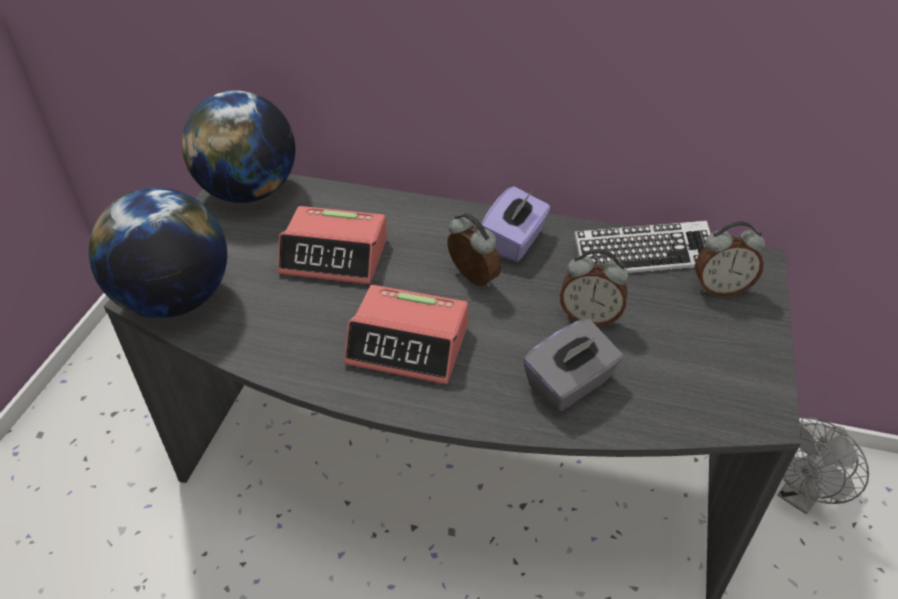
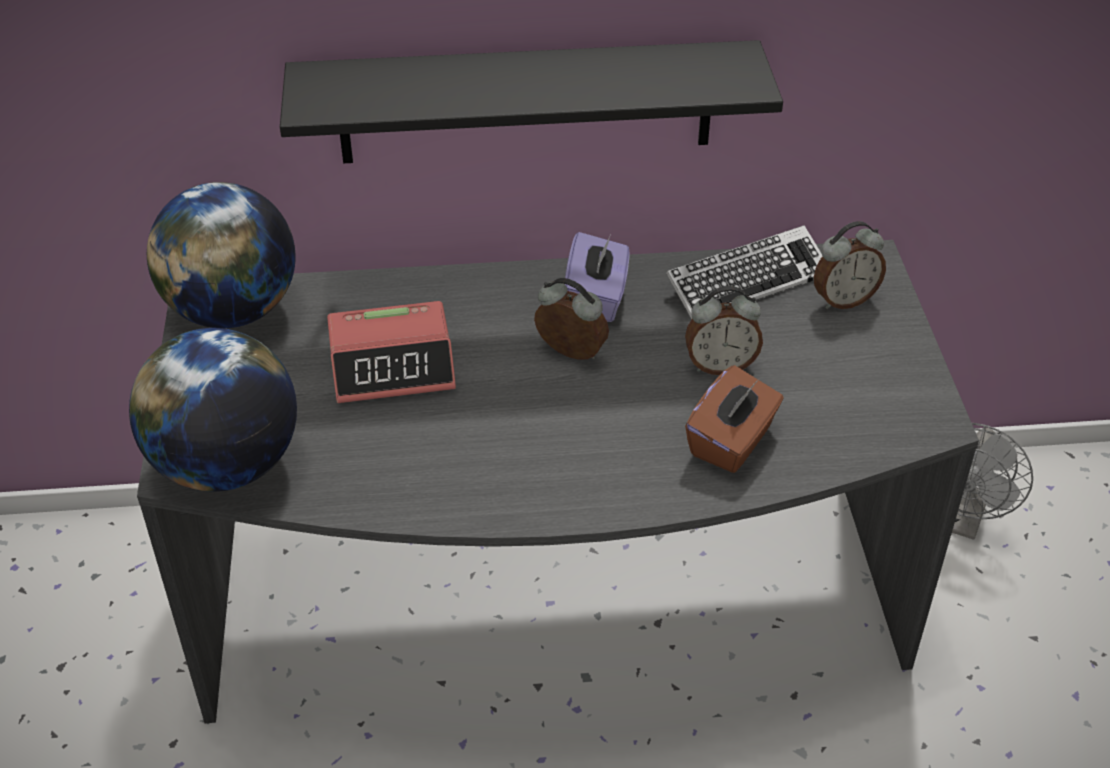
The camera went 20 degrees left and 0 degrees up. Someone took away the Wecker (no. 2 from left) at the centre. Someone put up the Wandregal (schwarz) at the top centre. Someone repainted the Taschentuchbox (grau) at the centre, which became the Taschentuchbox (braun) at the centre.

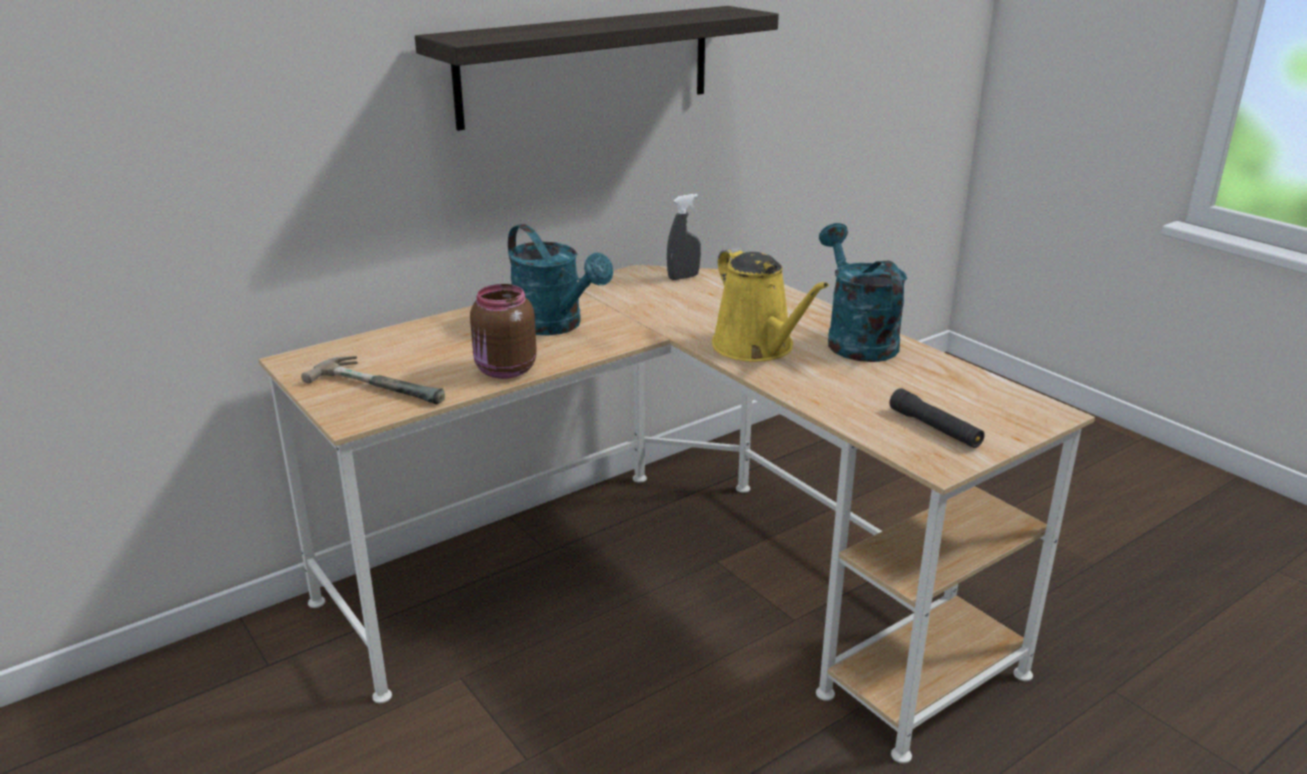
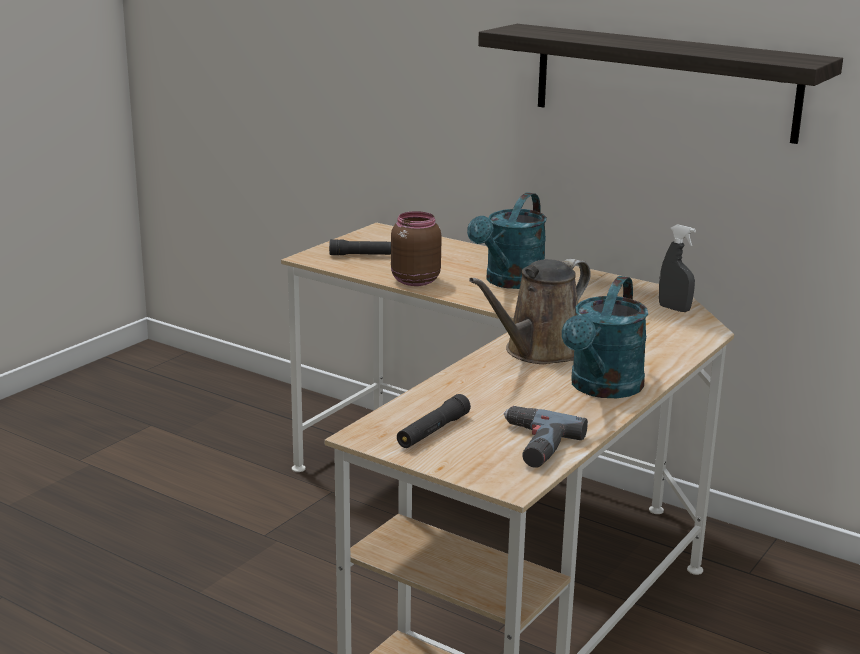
The camera went 70 degrees right and 5 degrees down. Someone put down the Bohrmaschine at the bottom centre. Someone swapped the Hammer at the middle left for the Taschenlampe (schwarz) (no. 1 from left) at the centre. Someone repainted the Gießkanne (gelb) at the centre, which became the Gießkanne (braun) at the centre. Someone rotated the Gießkanne (türkis) (no. 2 from left) at the centre by 150 degrees clockwise.

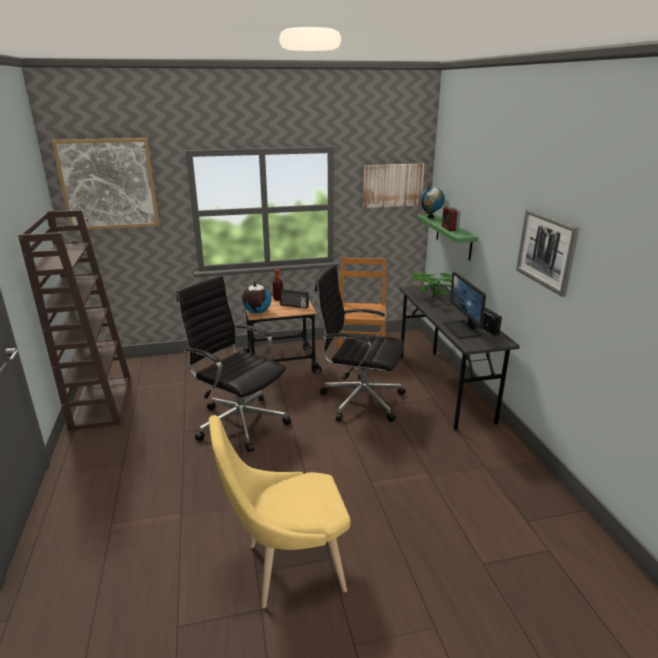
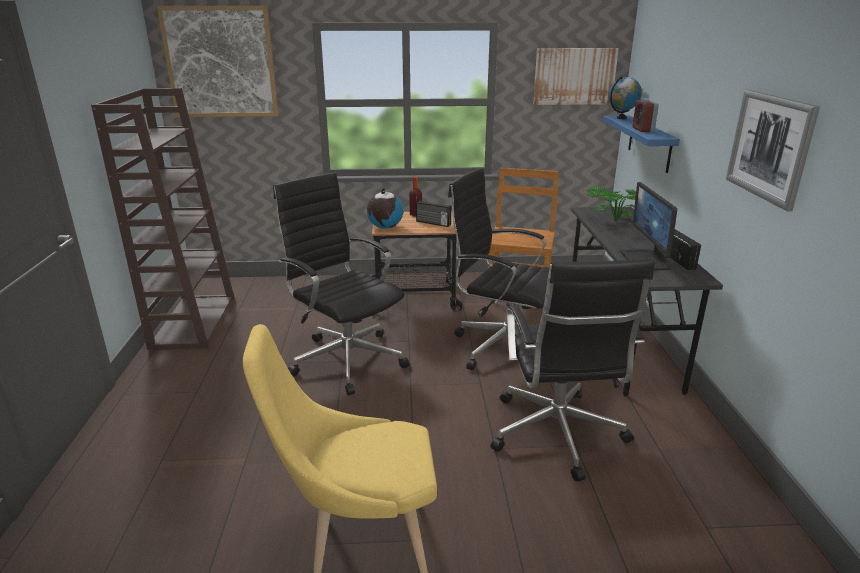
The camera went 10 degrees right and 0 degrees up. Someone put down the Bürostuhl (schwarz) (no. 3 from left) at the centre. Someone repainted the Wandregal (grün) at the middle right, which became the Wandregal (blau) at the top right.

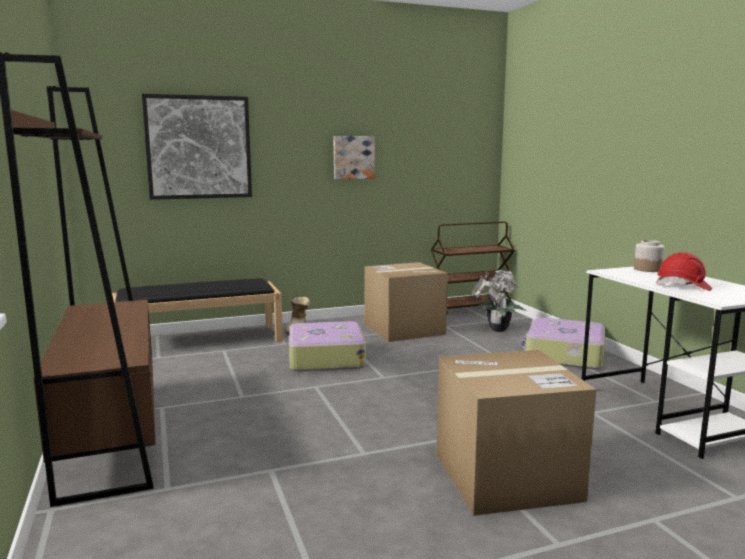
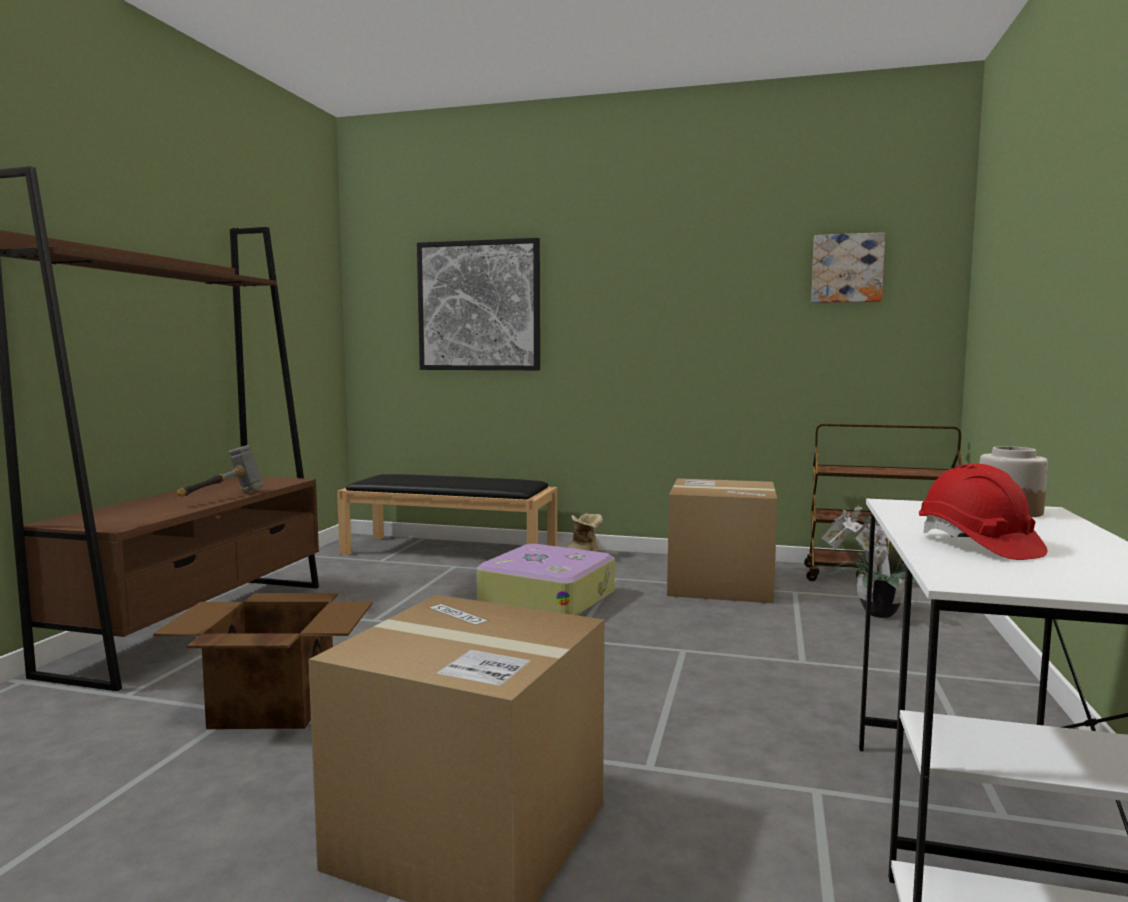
The camera went 35 degrees right and 5 degrees down. Someone took away the Koffer (no. 2 from left) at the middle right. Someone put down the Karton (no. 1 from left) at the bottom left. Someone put down the Hammer at the middle left. Someone carried the Bild (no. 2 from left) from the top centre to the top right.

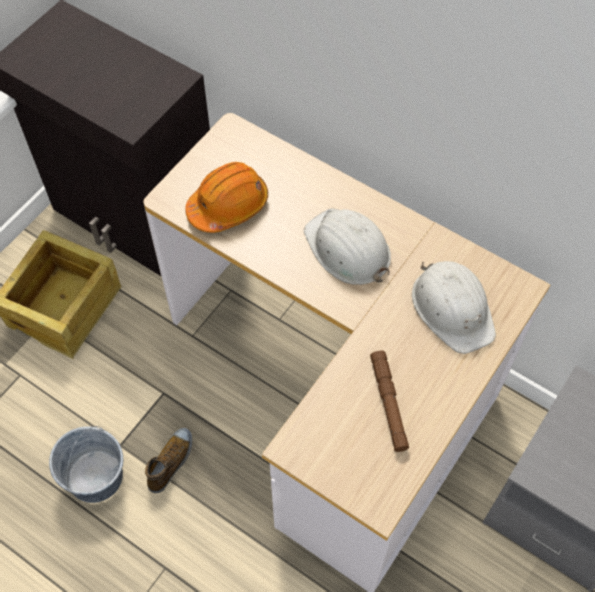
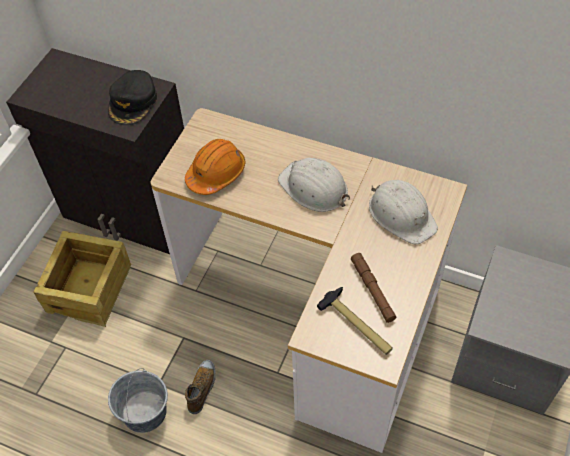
The camera went 10 degrees left and 5 degrees down. Someone put down the Kappe (schwarz) at the top left. Someone put down the Hammer at the bottom centre.

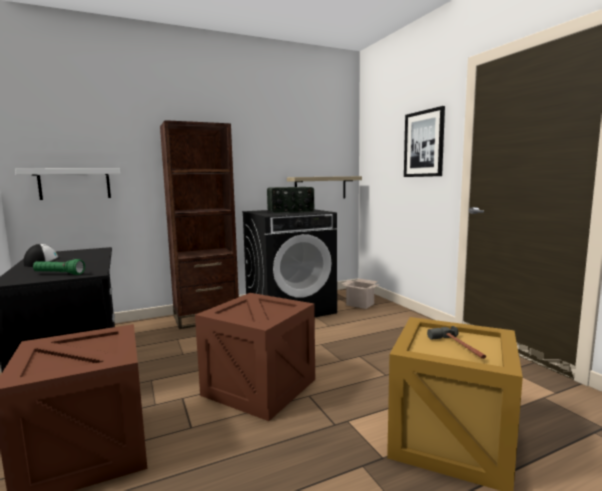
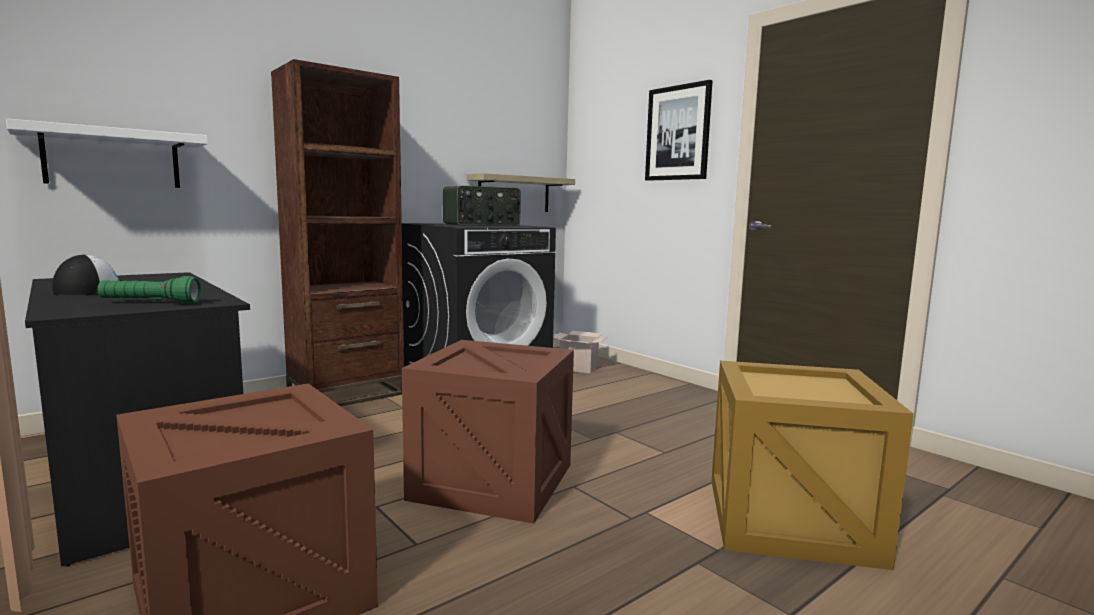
The camera went 15 degrees left and 0 degrees up. Someone took away the Hammer at the bottom right.

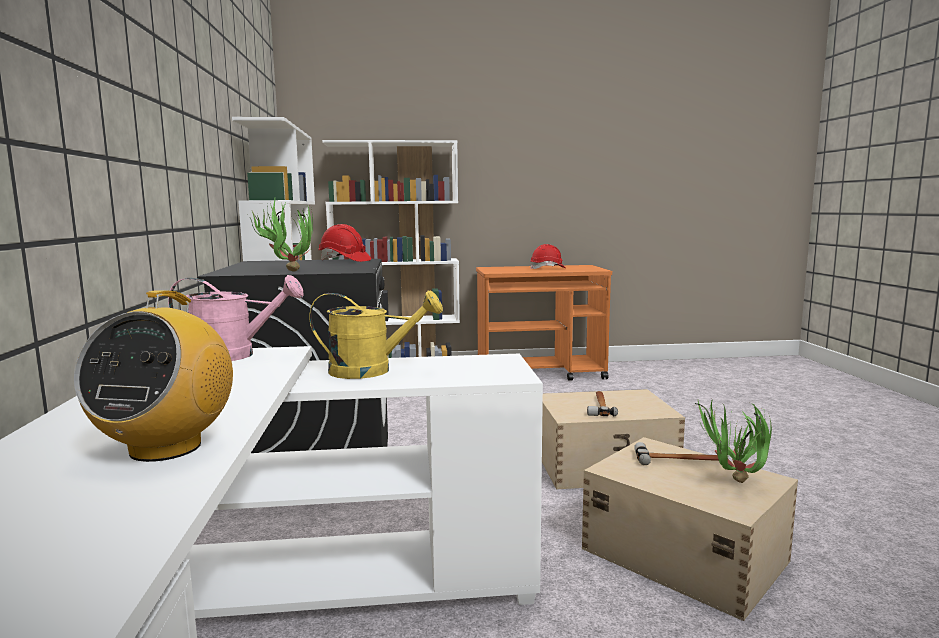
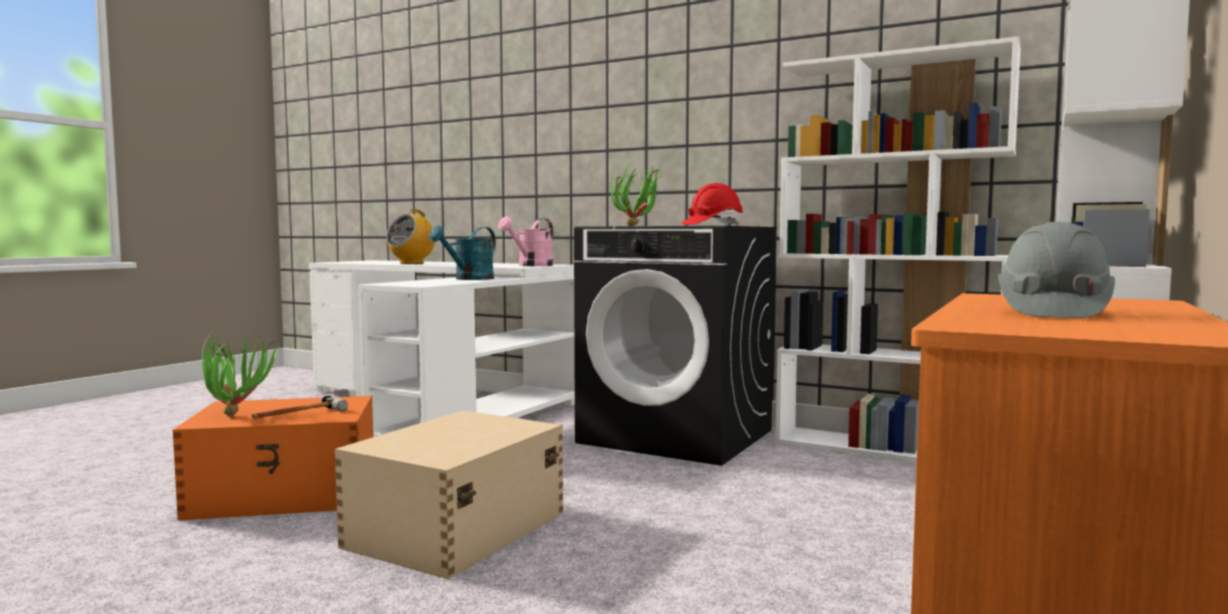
The camera went 125 degrees right and 5 degrees down. Someone took away the Hammer (no. 1 from left) at the centre. Someone repainted the Gießkanne (gelb) at the centre, which became the Gießkanne (türkis) at the centre. Someone repainted the Schutzhelm (rot) (no. 2 from left) at the centre, which became the Schutzhelm (grau) at the middle right. Someone repainted the Aufbewahrungsbox (beige) (no. 2 from left) at the bottom right, which became the Aufbewahrungsbox (orange) at the bottom left. Someone rotated the Radio at the middle left by 105 degrees counterclockwise.

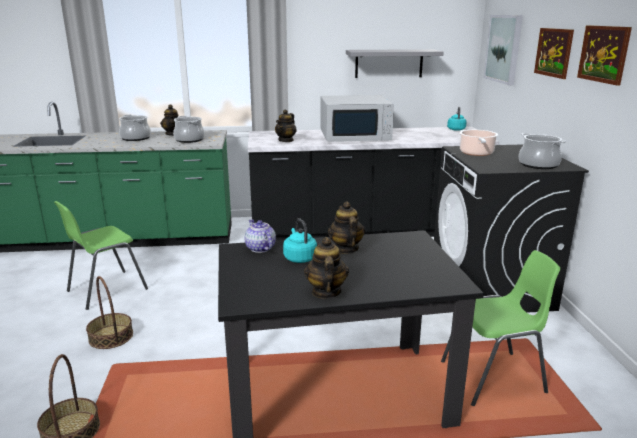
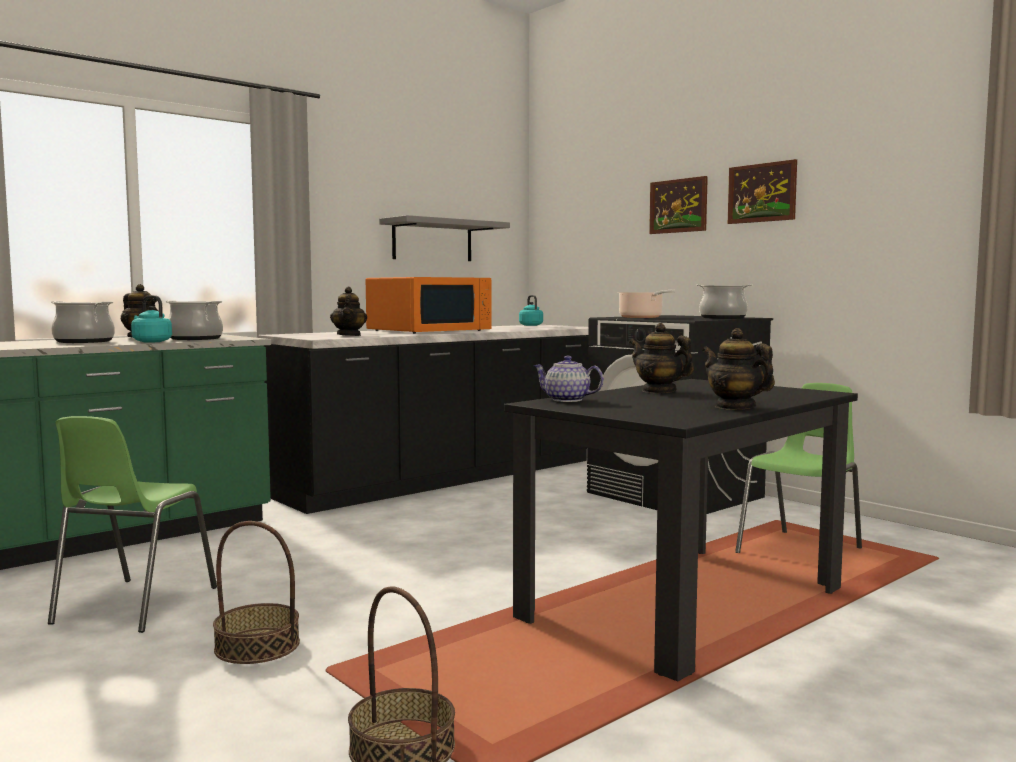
The camera went 35 degrees left and 15 degrees down. Someone took away the Bild (no. 1 from left) at the top right. Someone carried the Wasserkessel (türkis) (no. 1 from left) from the centre to the middle left. Someone repainted the Mikrowelle (weiß) at the top centre, which became the Mikrowelle (orange) at the centre.

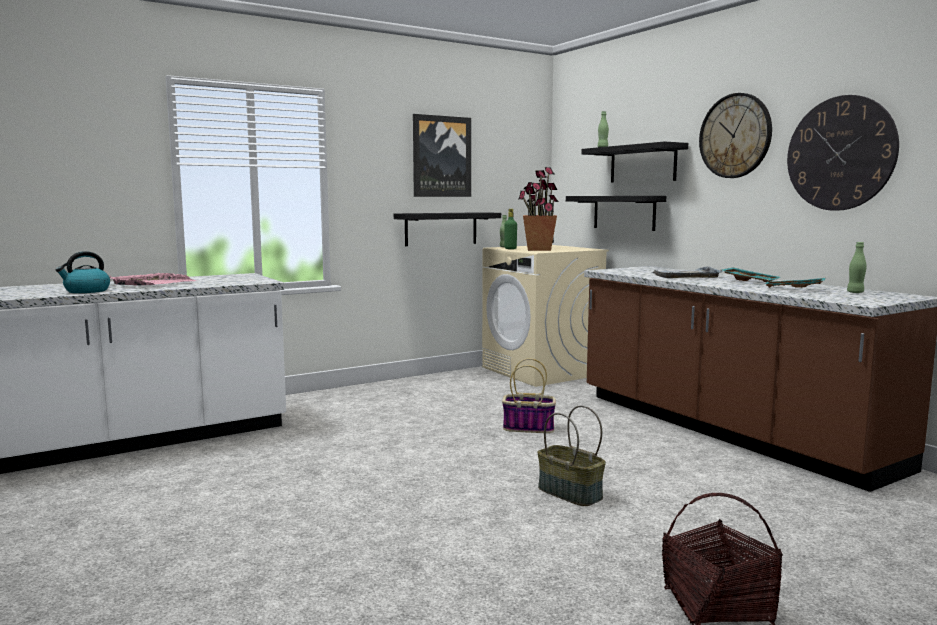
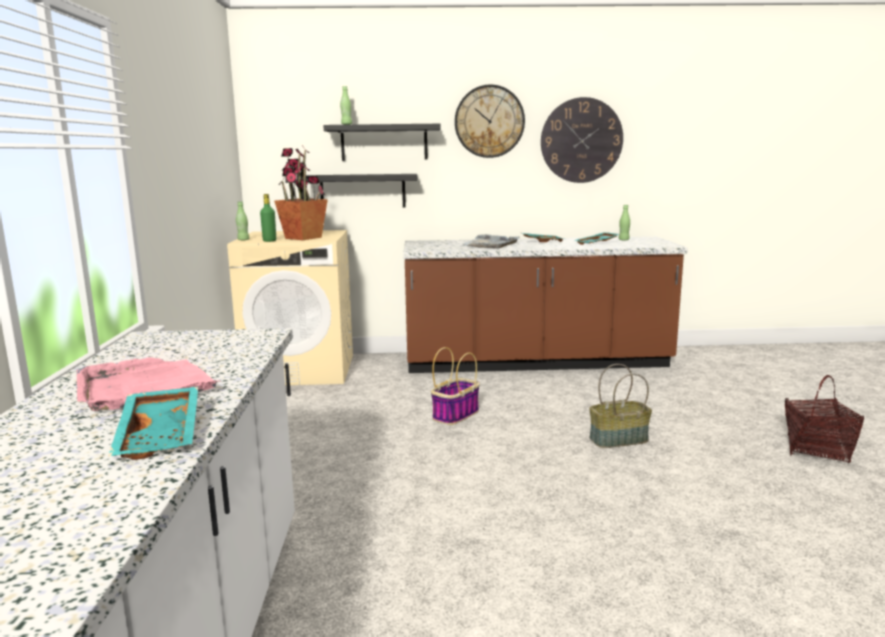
The camera went 60 degrees left and 5 degrees up. Someone took away the Wandregal (schwarz) (no. 1 from left) at the centre. Someone took away the Bild at the top centre. Someone swapped the Wasserkessel at the middle left for the Tablett (türkis) (no. 1 from left) at the middle left.

